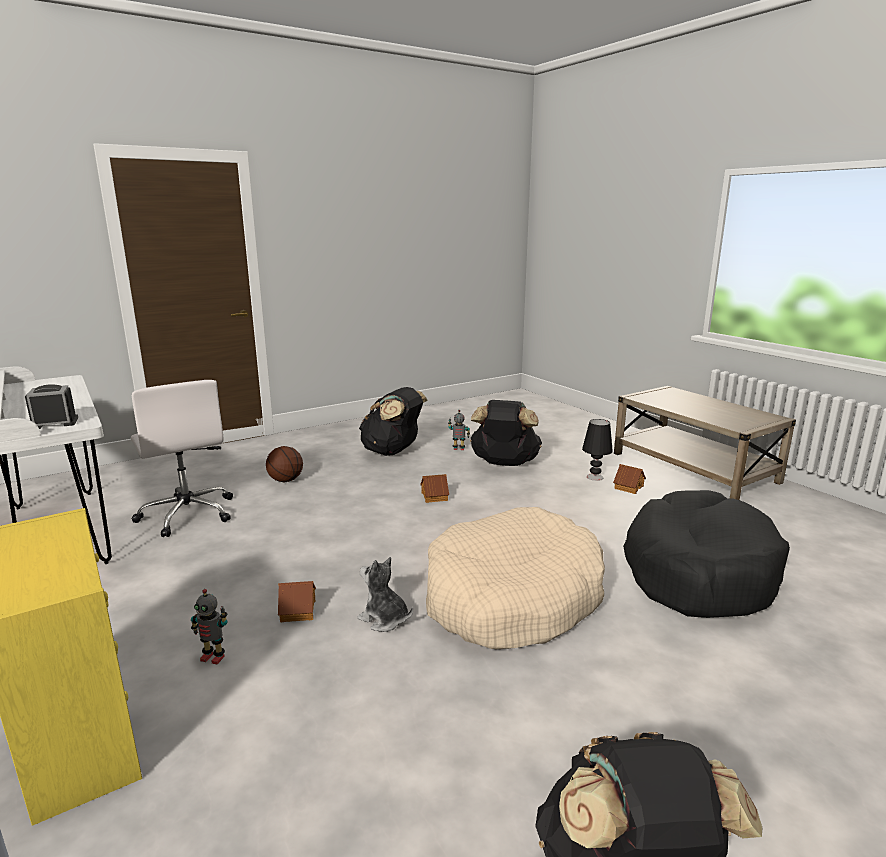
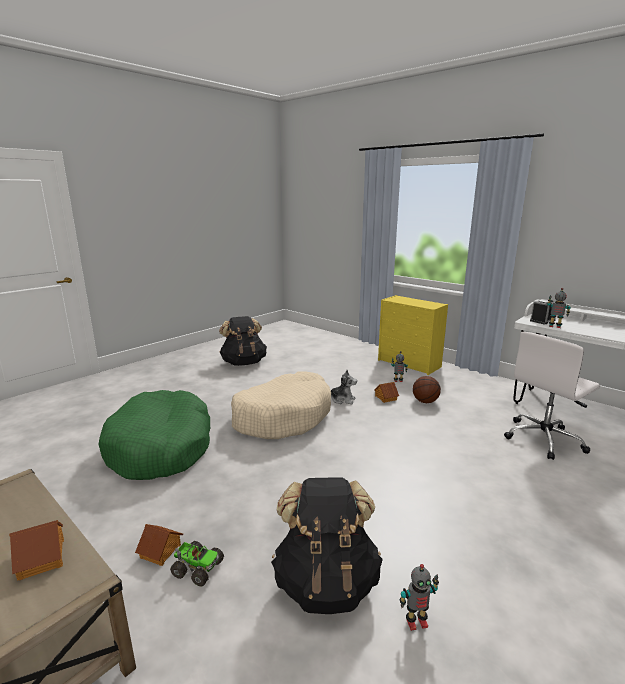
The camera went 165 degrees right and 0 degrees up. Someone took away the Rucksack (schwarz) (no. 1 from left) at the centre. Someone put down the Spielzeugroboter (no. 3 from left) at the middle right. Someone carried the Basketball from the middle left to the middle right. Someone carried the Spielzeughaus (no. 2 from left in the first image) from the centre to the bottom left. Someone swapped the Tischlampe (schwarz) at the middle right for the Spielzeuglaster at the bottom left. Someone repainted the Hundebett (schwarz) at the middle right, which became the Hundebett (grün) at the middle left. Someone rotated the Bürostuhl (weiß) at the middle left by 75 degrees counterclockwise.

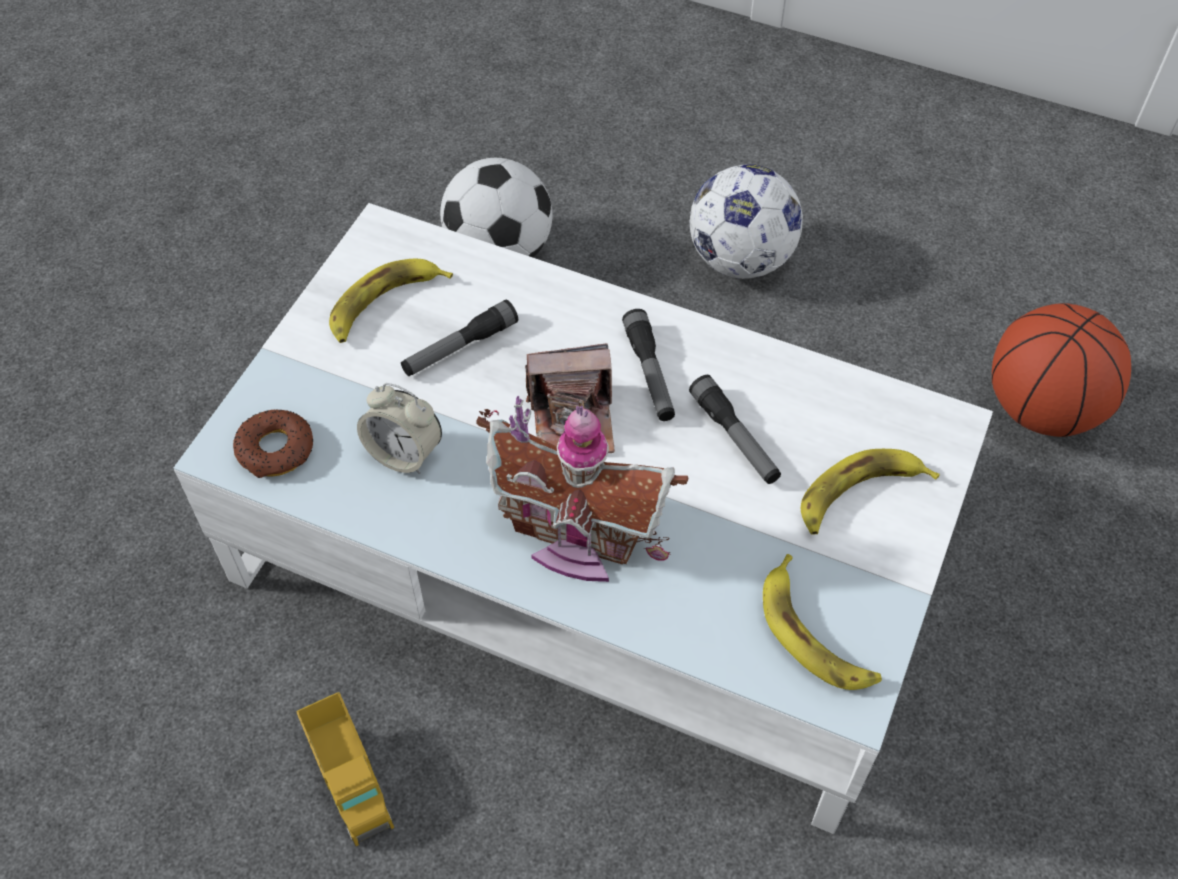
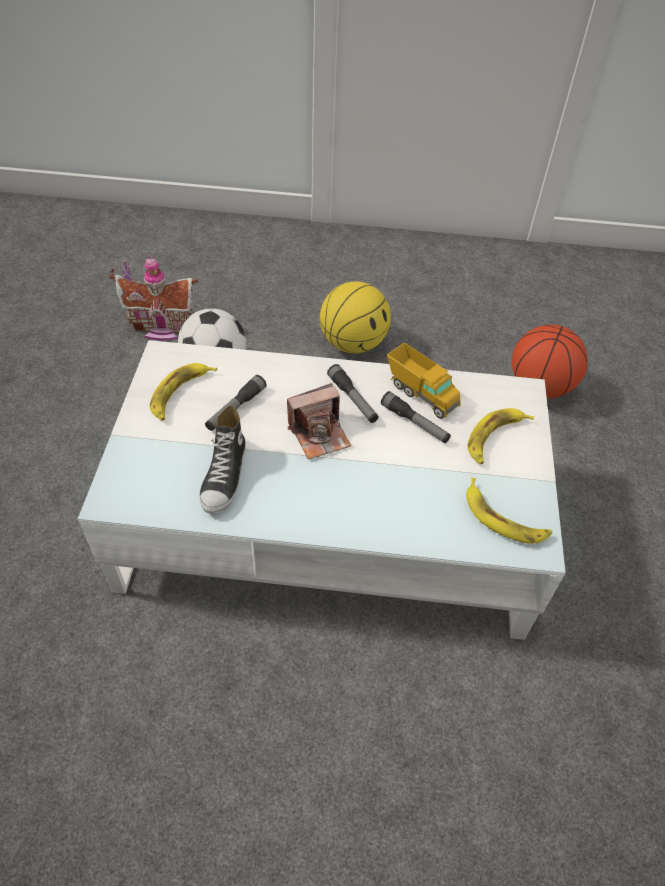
The camera went 20 degrees left and 5 degrees down. Someone took away the Donut at the middle left. Someone carried the Spielzeuglaster from the bottom left to the centre. Someone carried the Spielzeughaus from the centre to the middle left. Someone swapped the Wecker at the centre for the Schuh at the centre. Someone swapped the Fußball (no. 2 from left) at the top centre for the Basketball (no. 1 from left) at the centre.

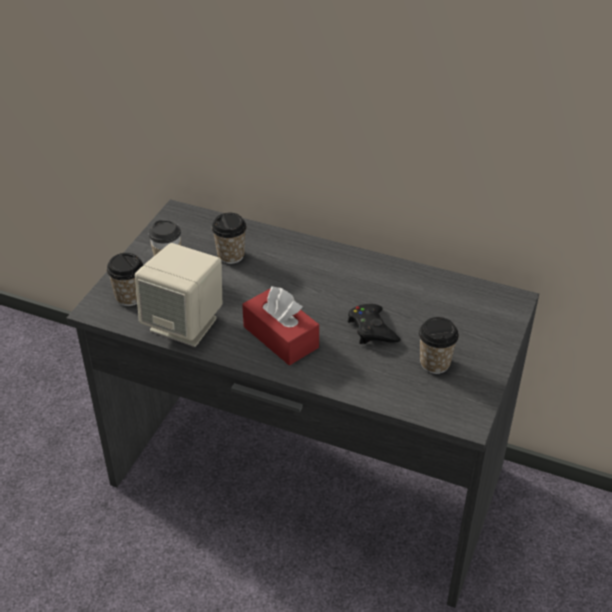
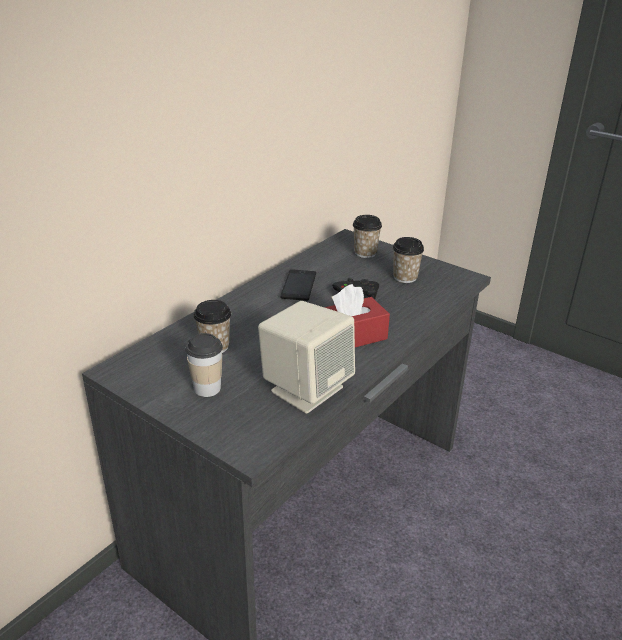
The camera went 75 degrees left and 10 degrees down. Someone put down the Handy at the centre. Someone carried the Tasse (no. 1 from left in the first image) from the middle left to the centre.

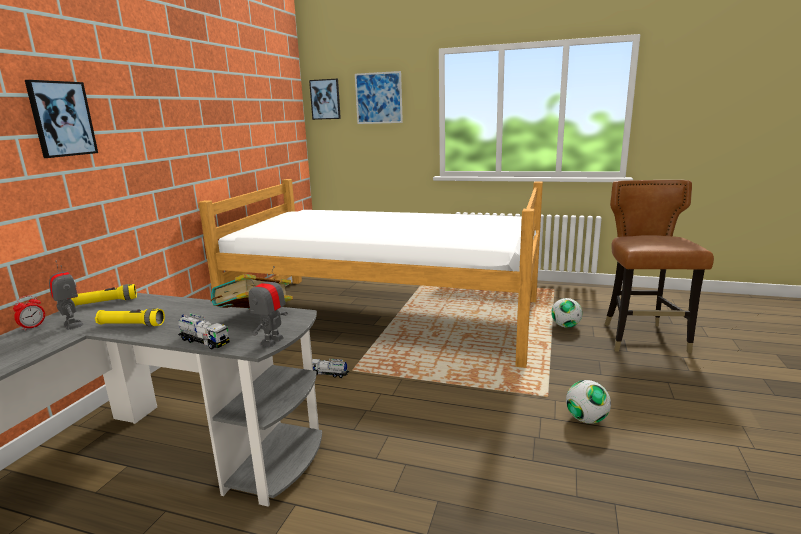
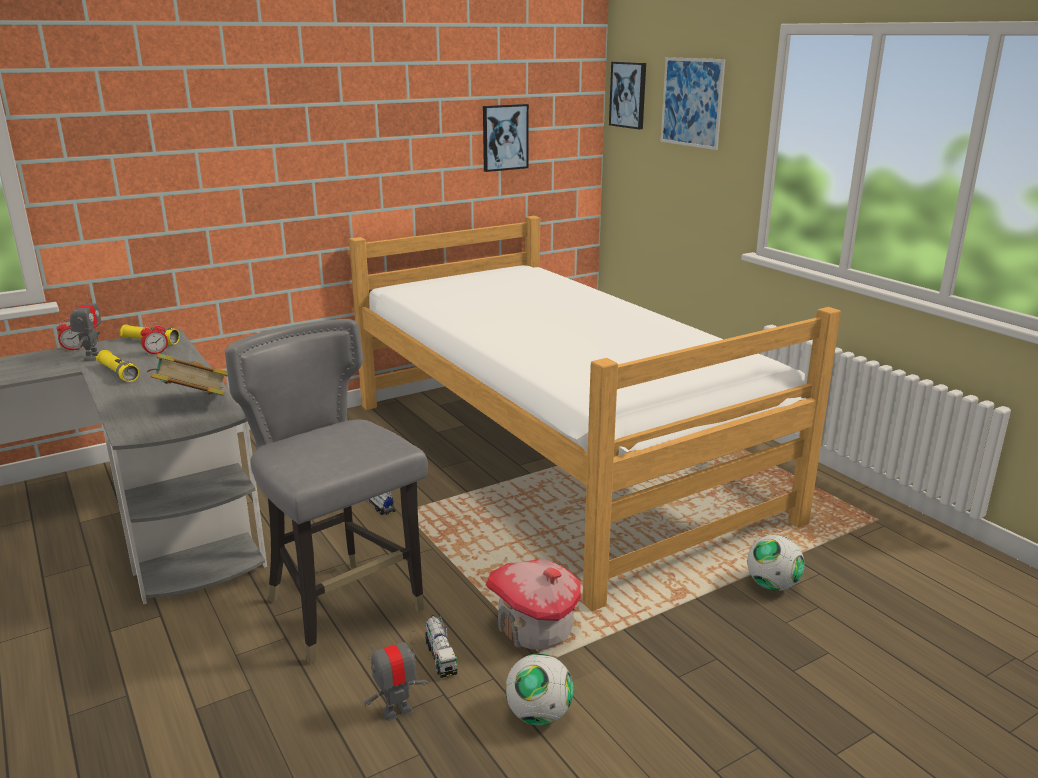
The camera went 40 degrees right and 5 degrees up. Someone took away the Stuhl (braun) at the middle right. Someone put down the Wecker (no. 2 from left) at the middle left. Someone put down the Stuhl (grau) at the middle left. Someone put down the Spielzeughaus at the bottom centre. Someone carried the Bild (no. 1 from left) from the top left to the top centre. Someone carried the Spielzeuglaster (no. 1 from left in the first image) from the middle left to the bottom centre. Someone carried the Spielzeugroboter (no. 2 from left) from the centre to the bottom centre.

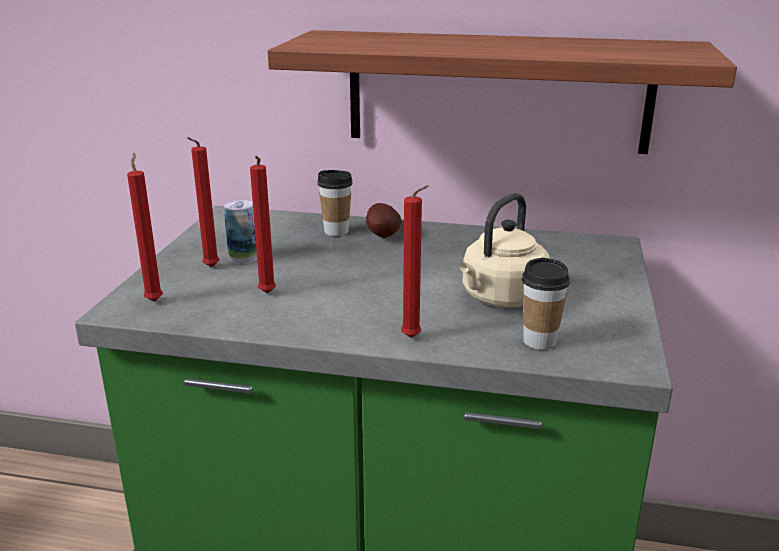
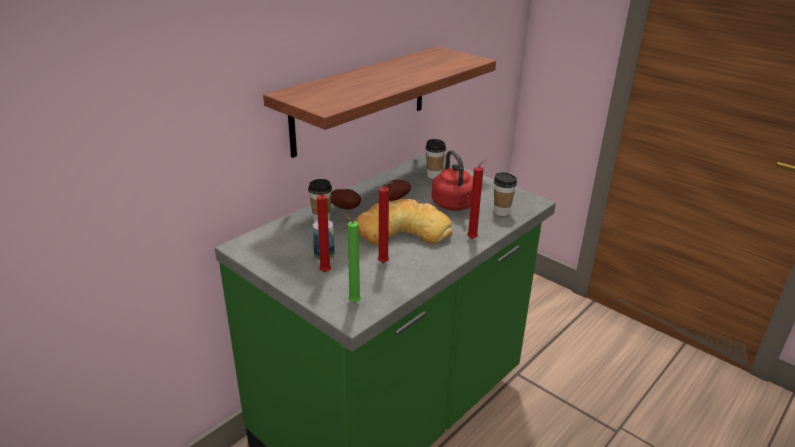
The camera went 60 degrees left and 5 degrees up. Someone put down the Brot at the centre. Someone put down the Kartoffel (no. 2 from left) at the centre. Someone put down the Tasse (no. 2 from left) at the centre. Someone repainted the Kerze (rot) (no. 1 from left) at the middle left, which became the Kerze (grün) at the centre. Someone repainted the Wasserkessel (beige) at the centre, which became the Wasserkessel (rot) at the centre.

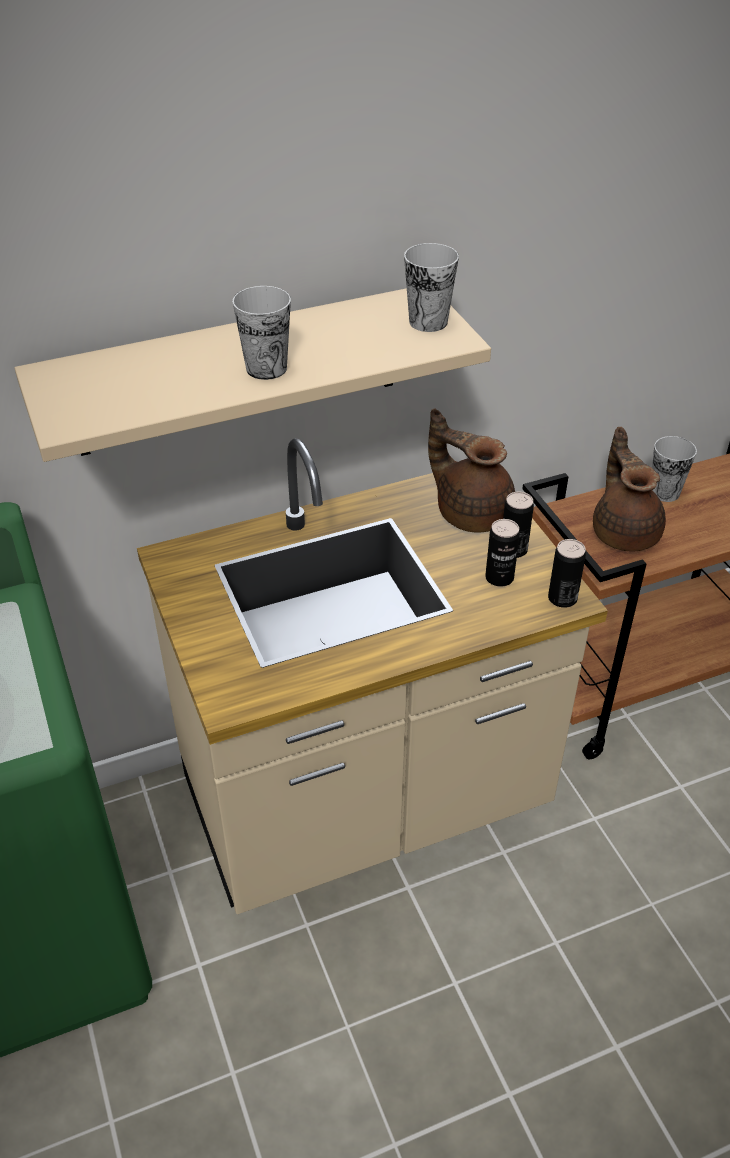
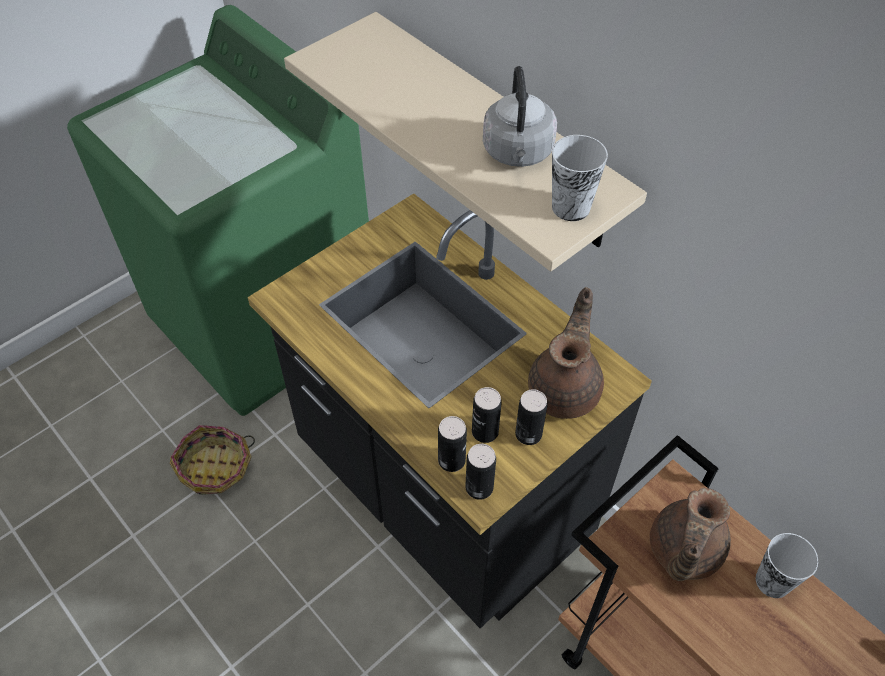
The camera went 70 degrees right and 10 degrees up. Someone took away the Tasse (no. 1 from left) at the top centre. Someone put down the Korb at the bottom left. Someone put down the Dose (no. 1 from left) at the centre. Someone put down the Wasserkessel (grau) at the top centre. Someone repainted the Küchenzeile (beige) at the centre, which became the Küchenzeile (schwarz) at the centre. Someone rotated the Teekanne (braun) (no. 2 from left) at the middle right by 150 degrees clockwise.

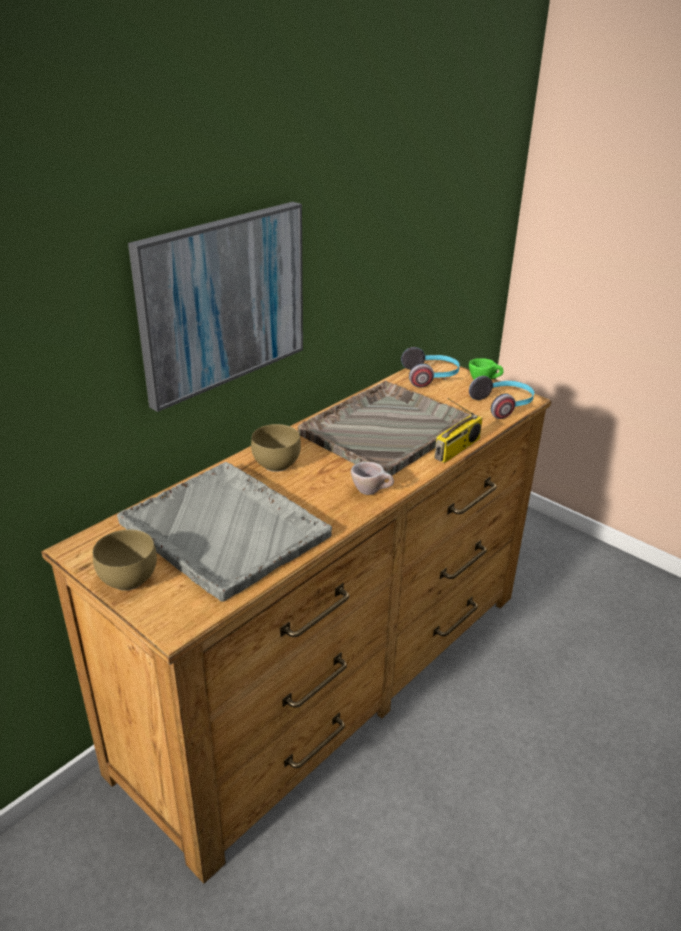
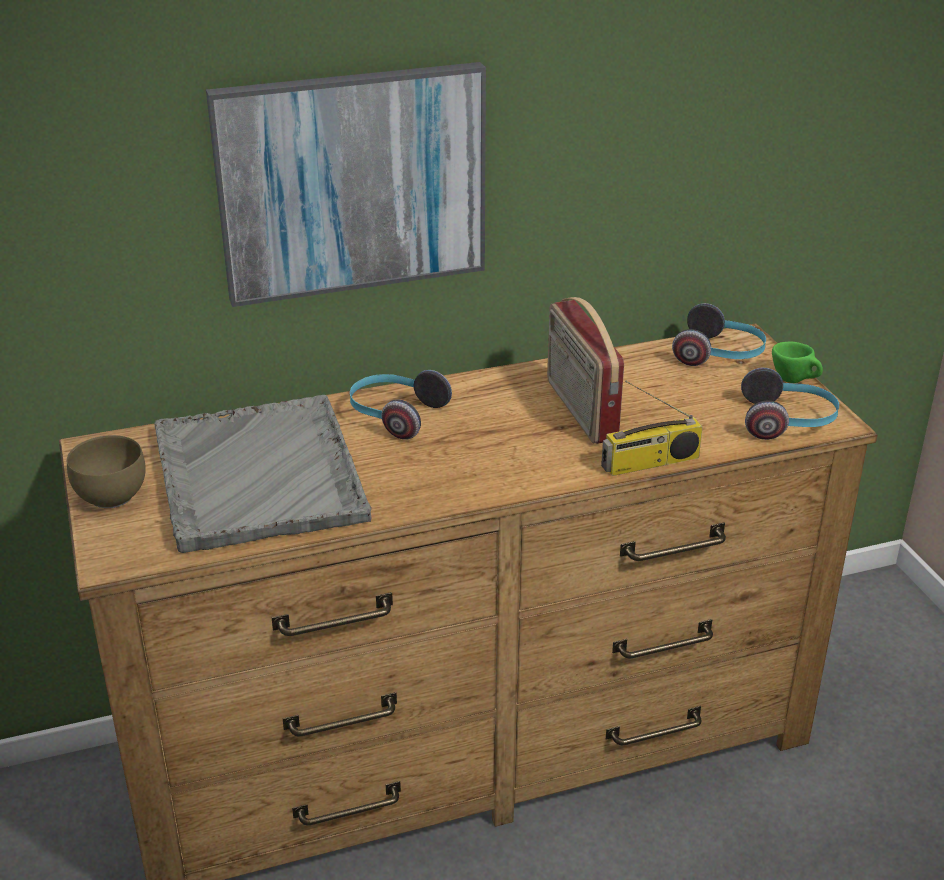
The camera went 30 degrees right and 0 degrees up. Someone took away the Tasse (beige) at the centre. Someone swapped the Schüssel (braun) (no. 2 from left) at the centre for the Kopfhörer (no. 1 from left) at the centre. Someone swapped the Tablett (grau) (no. 2 from left) at the centre for the Radio (no. 1 from left) at the centre.

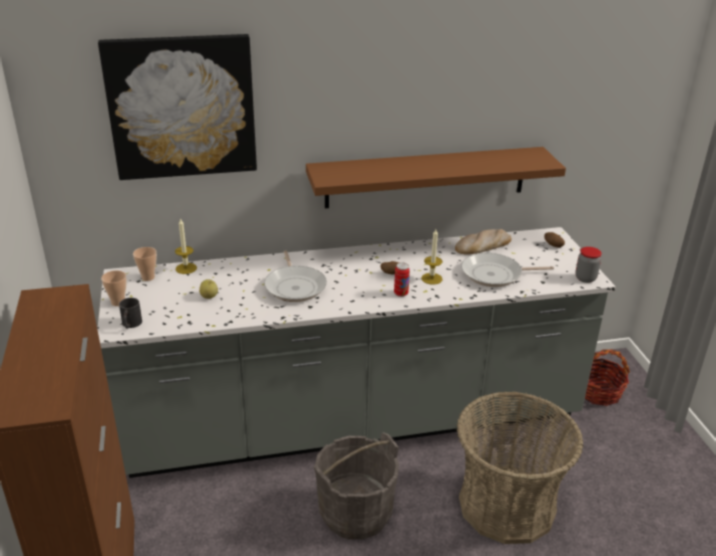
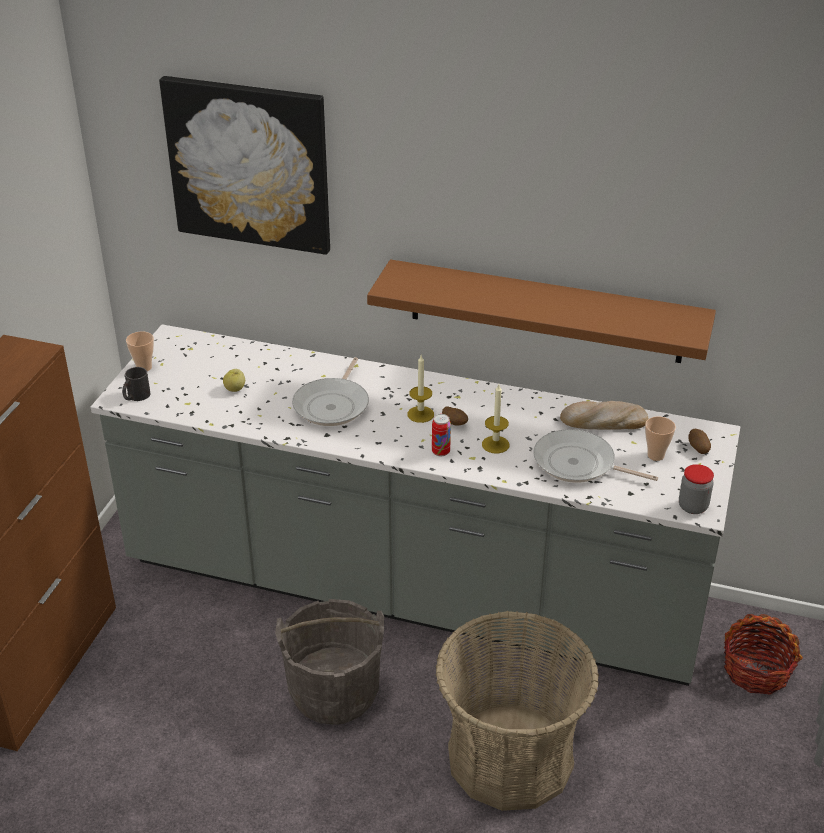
The camera went 30 degrees right and 5 degrees up. Someone carried the Tasse (no. 2 from left) from the middle left to the middle right. Someone carried the Kerze (no. 1 from left) from the middle left to the centre.

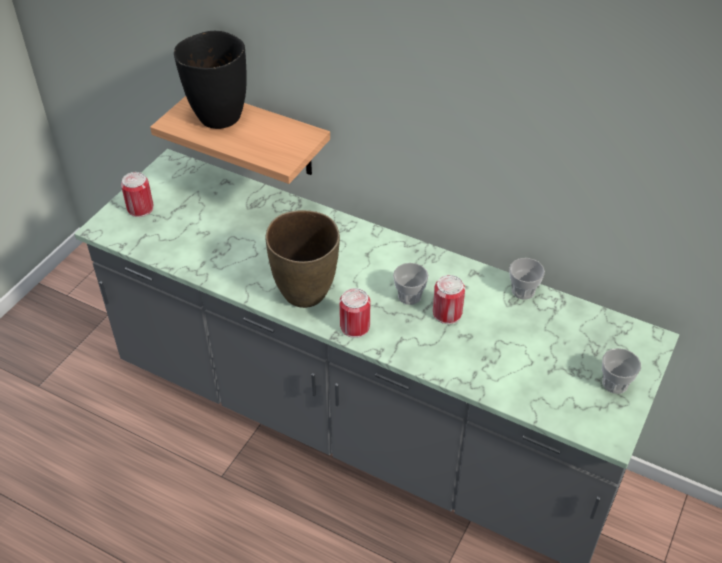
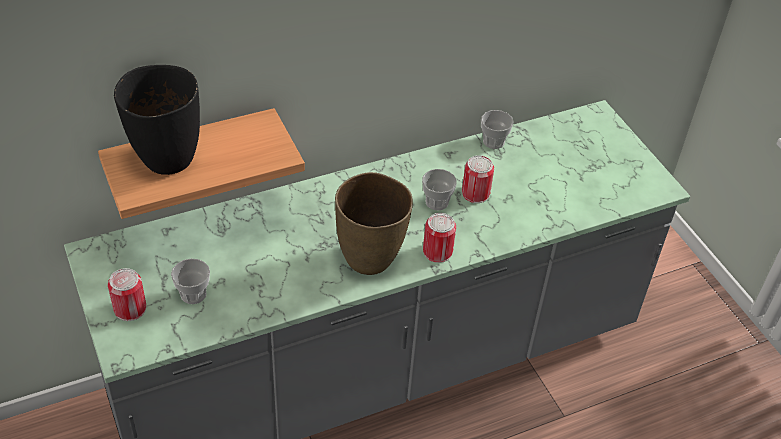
The camera went 55 degrees left and 0 degrees up. Someone carried the Tasse (no. 3 from left in the first image) from the middle right to the middle left.

